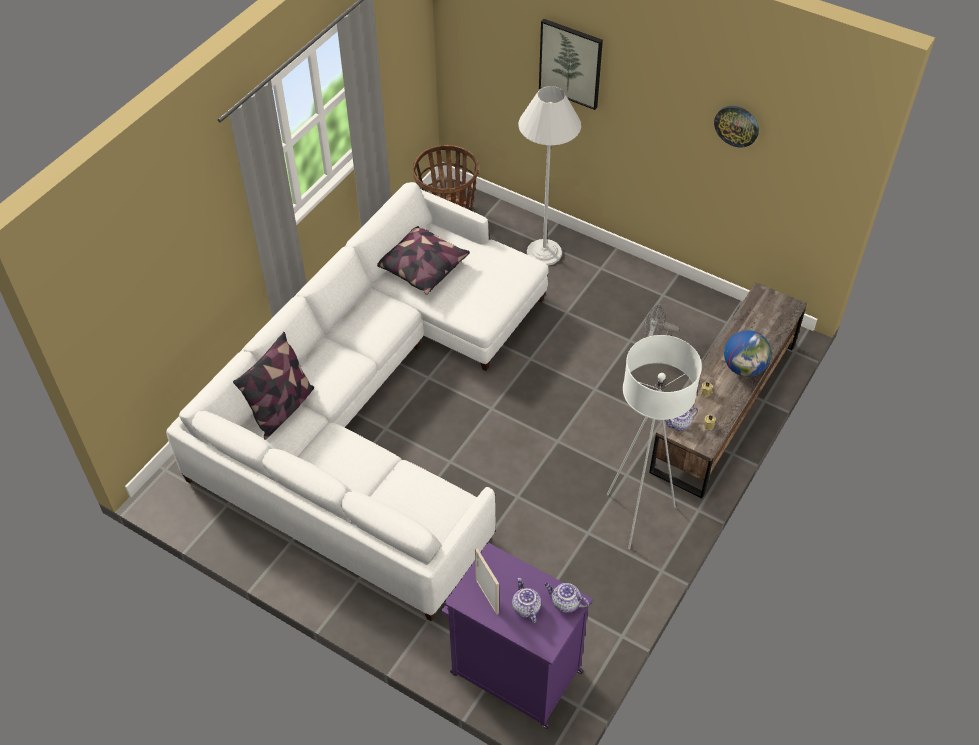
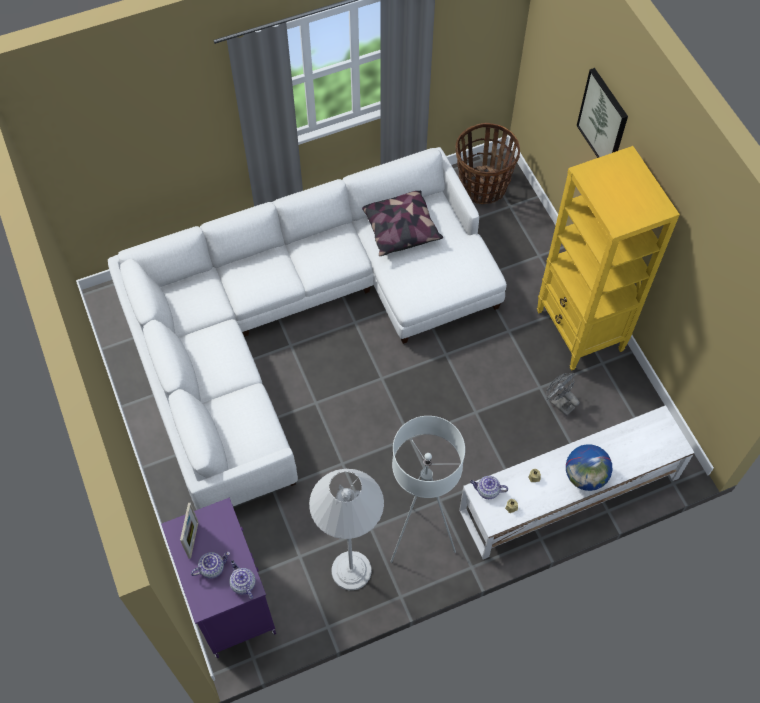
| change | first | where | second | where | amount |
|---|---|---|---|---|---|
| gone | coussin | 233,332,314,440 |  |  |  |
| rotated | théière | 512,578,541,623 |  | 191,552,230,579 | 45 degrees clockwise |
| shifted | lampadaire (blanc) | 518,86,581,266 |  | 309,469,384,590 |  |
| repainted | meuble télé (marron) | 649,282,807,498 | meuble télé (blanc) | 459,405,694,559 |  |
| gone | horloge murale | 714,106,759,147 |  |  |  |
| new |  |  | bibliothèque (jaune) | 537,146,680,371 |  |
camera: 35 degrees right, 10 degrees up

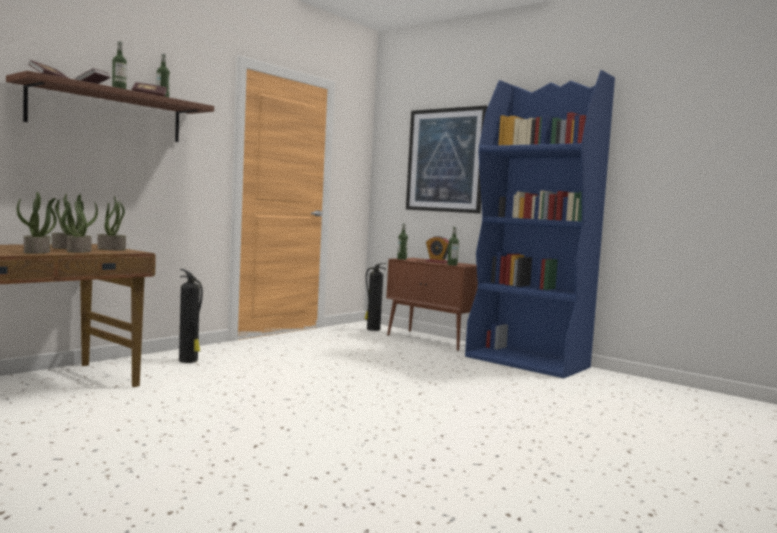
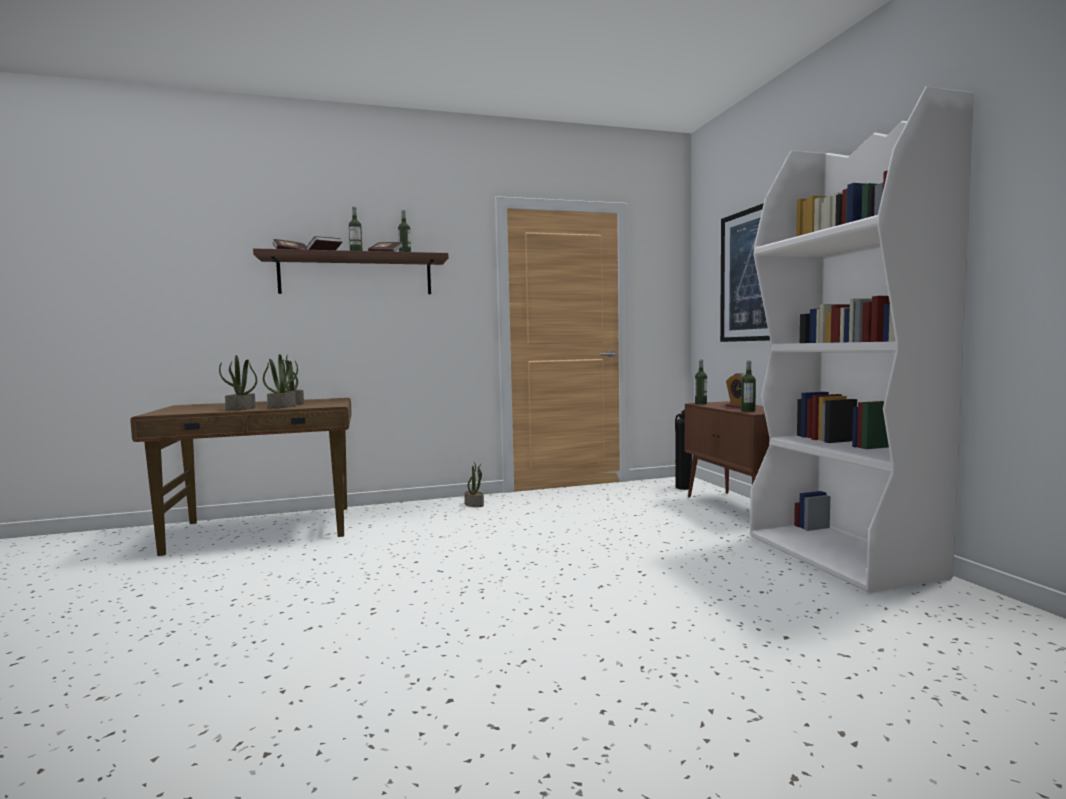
| change | first | where | second | where | amount |
|---|---|---|---|---|---|
| shifted | plante en pot | 97,196,126,251 |  | 464,462,484,507 |  |
| gone | extincteur | 179,269,203,363 |  |  |  |
| repainted | bibliothèque (bleu) | 465,70,615,378 | bibliothèque (blanc) | 750,86,974,593 |  |
camera: 35 degrees right, 0 degrees up

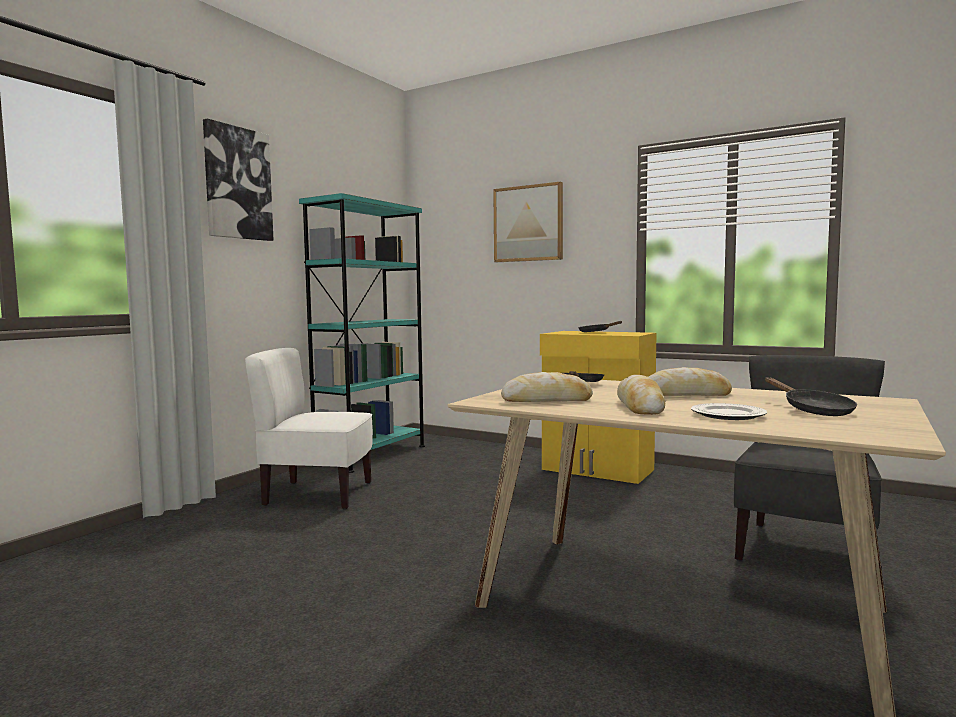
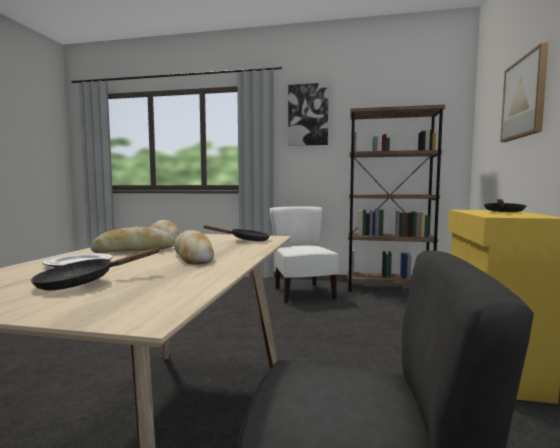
| change | first | where | second | where | amount |
|---|---|---|---|---|---|
| repainted | bibliothèque (turquoise) | 299,193,425,473 | bibliothèque (marron) | 347,105,445,292 |  |
camera: 70 degrees right, 0 degrees up

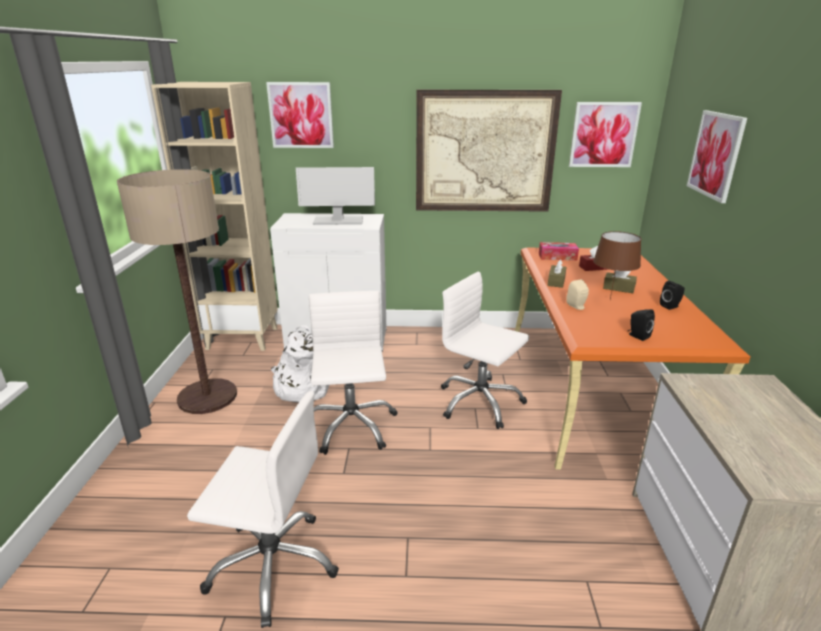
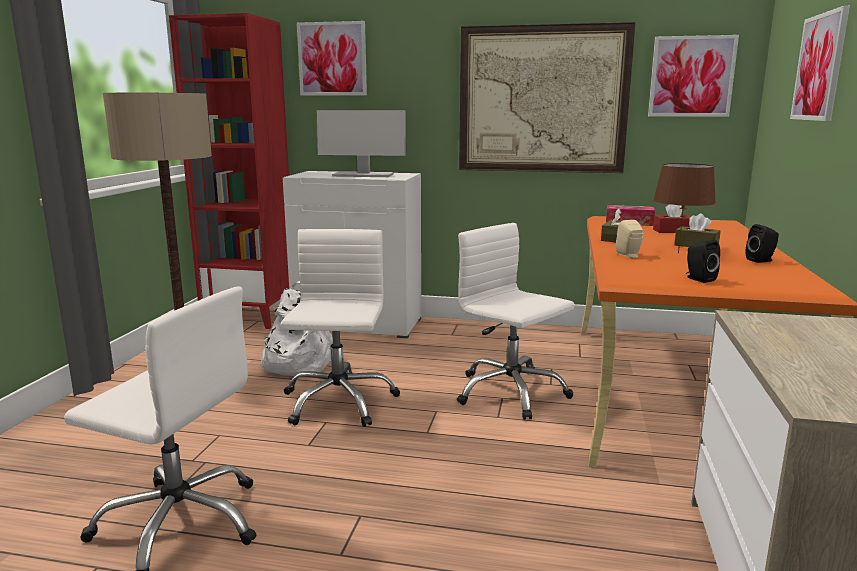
| change | first | where | second | where | amount |
|---|---|---|---|---|---|
| repainted | bibliothèque (beige) | 151,82,278,351 | bibliothèque (rouge) | 169,13,289,329 |  |
camera: 10 degrees right, 10 degrees down

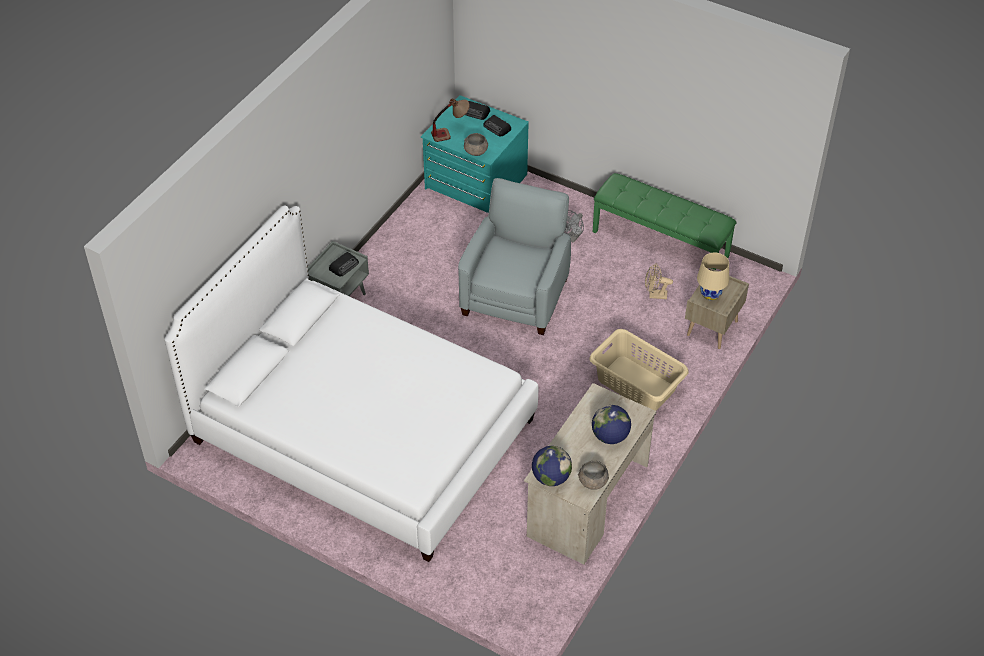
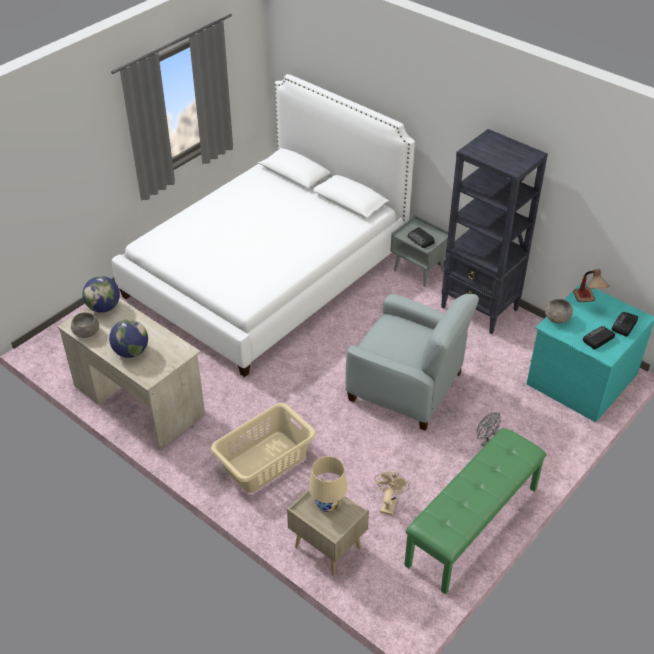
| change | first | where | second | where | amount |
|---|---|---|---|---|---|
| new |  |  | bibliothèque (noir) | 441,129,548,334 |  |
camera: 100 degrees right, 5 degrees down

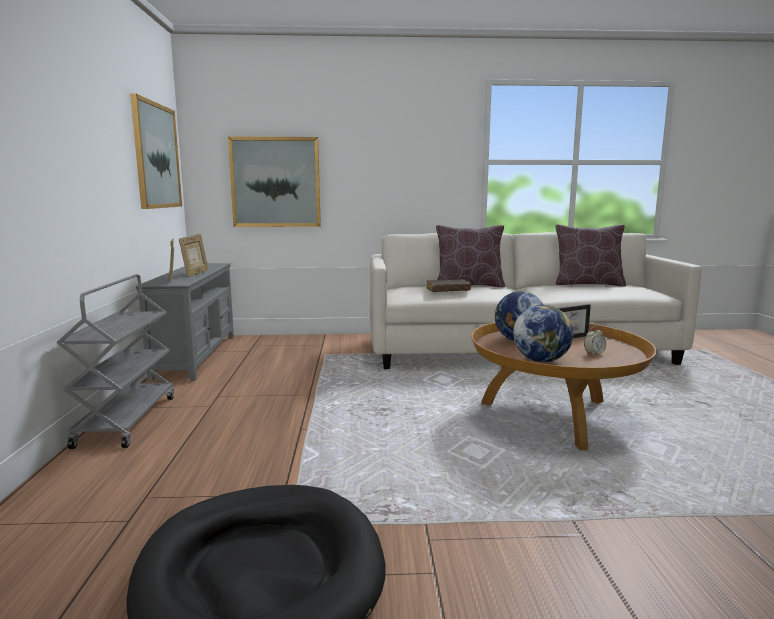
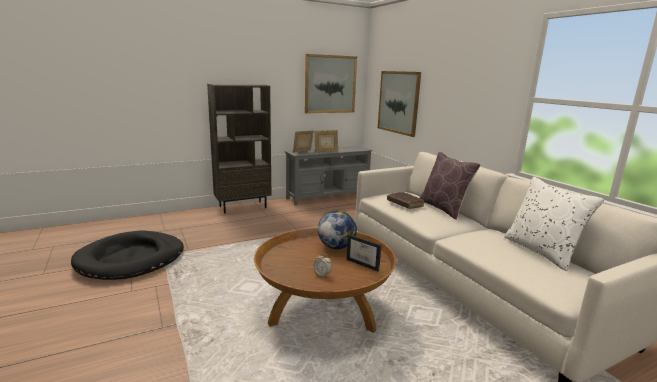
| change | first | where | second | where | amount |
|---|---|---|---|---|---|
| swapped | chariot (gris) | 56,274,174,449 | bibliothèque (marron) | 207,84,271,214 |  |
| gone | globe | 513,305,573,362 |  |  |  |
| repainted | coussin (marron) | 555,225,626,287 | coussin (blanc) | 504,177,604,271 |  |
camera: 65 degrees right, 5 degrees up

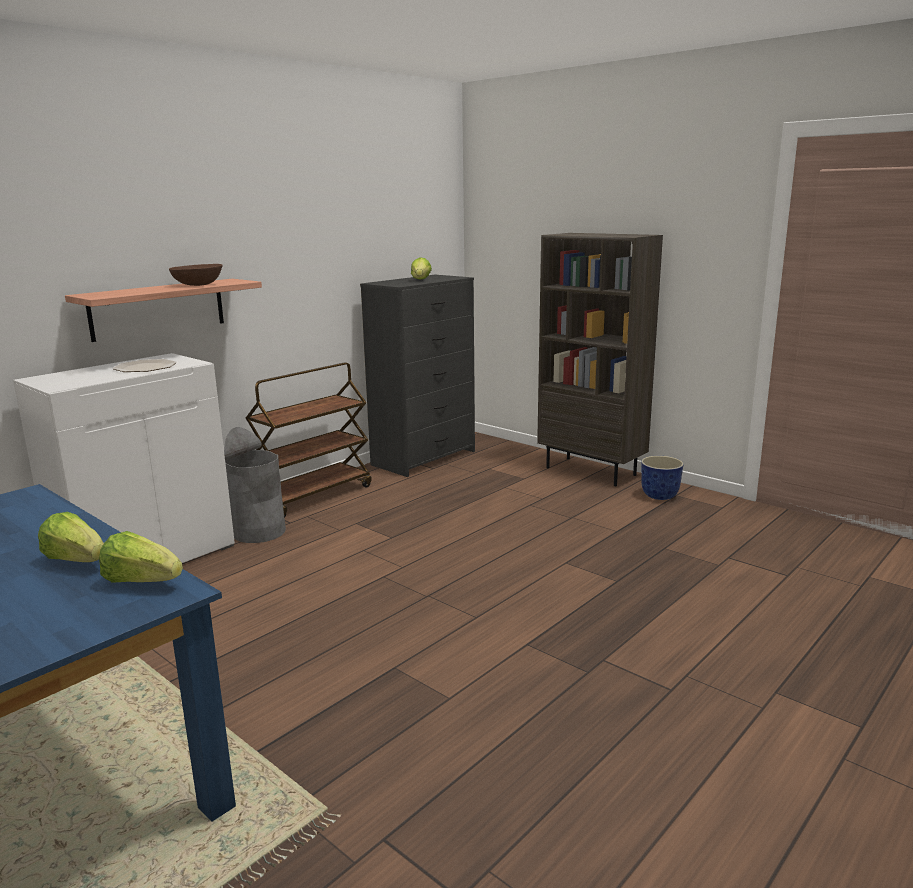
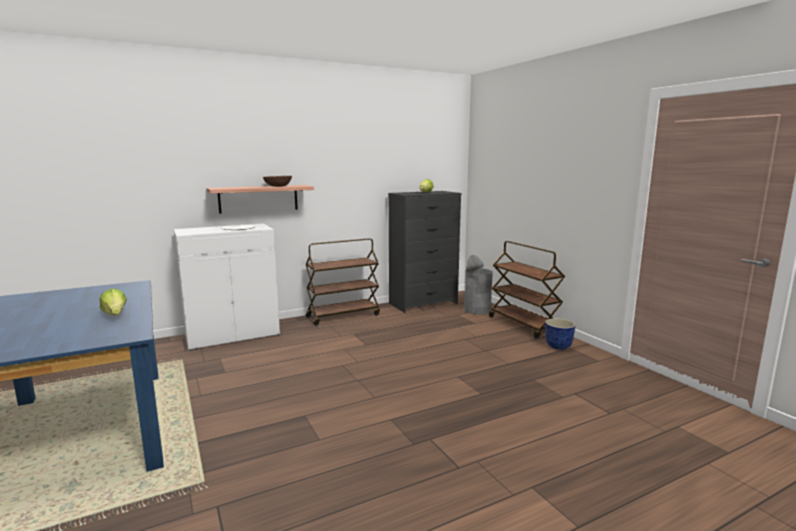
| change | first | where | second | where | amount |
|---|---|---|---|---|---|
| gone | laitue | 99,531,183,583 |  |  |  |
| shifted | poubelle (gris) | 224,427,286,543 |  | 464,255,493,315 |  |
| swapped | bibliothèque (marron) | 537,233,663,486 | chariot (marron) | 489,241,565,339 |  |
camera: 20 degrees right, 5 degrees down

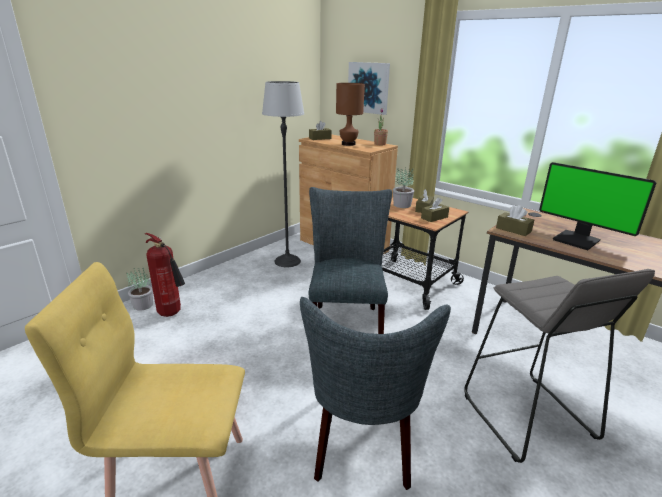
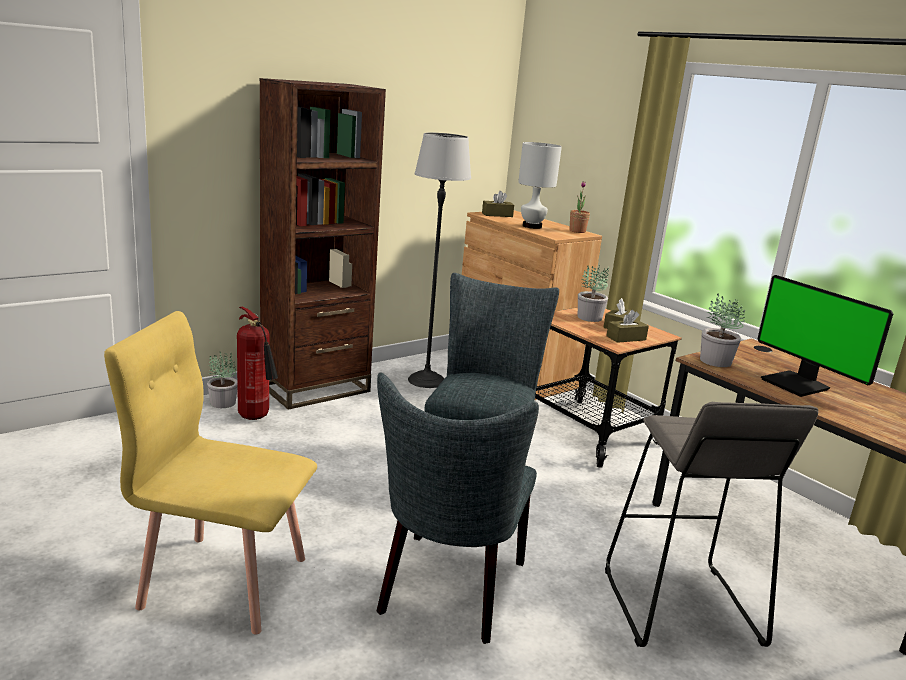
| change | first | where | second | where | amount |
|---|---|---|---|---|---|
| repainted | lampe de table (marron) | 336,83,365,146 | lampe de table (blanc) | 518,142,562,229 |  |
| gone | tableau | 348,62,390,115 |  |  |  |
| swapped | boîte à mouchoirs (marron) | 496,205,534,236 | plante en pot | 700,293,745,367 |  |
| new |  |  | bibliothèque (marron) | 260,78,386,410 |  |
camera: 10 degrees right, 5 degrees down

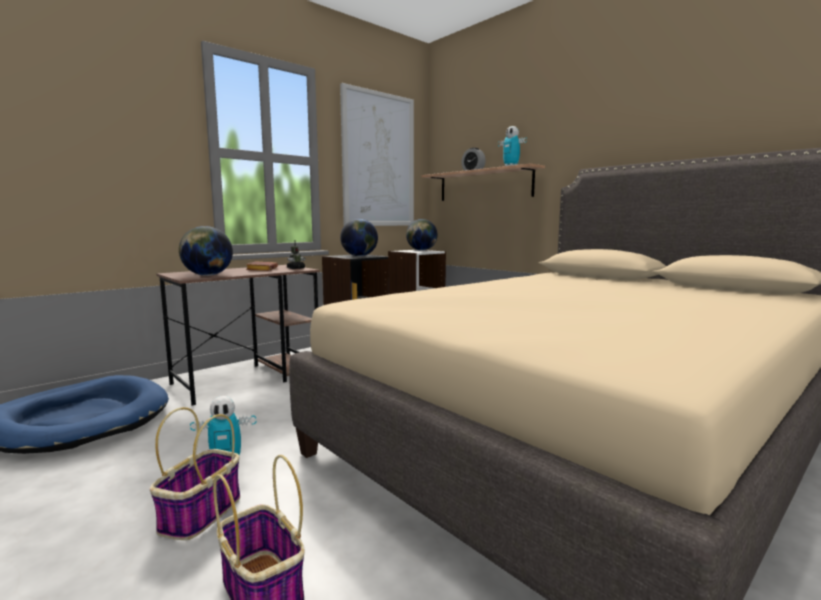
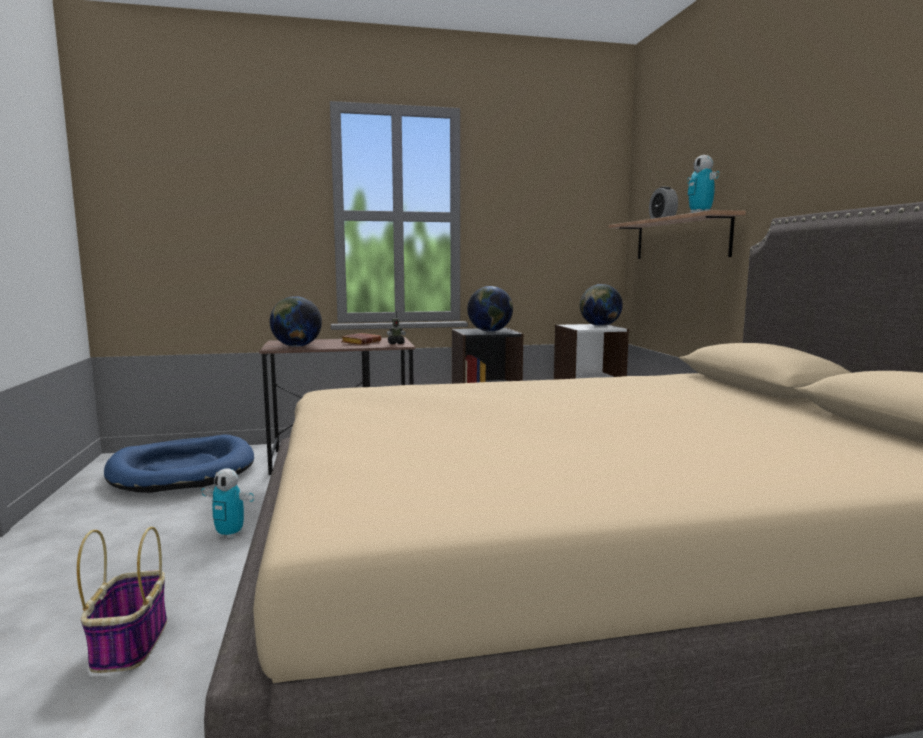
| change | first | where | second | where | amount |
|---|---|---|---|---|---|
| gone | panier | 150,407,240,540 |  |  |  |
| gone | tableau | 340,83,414,226 |  |  |  |
camera: 30 degrees right, 0 degrees up

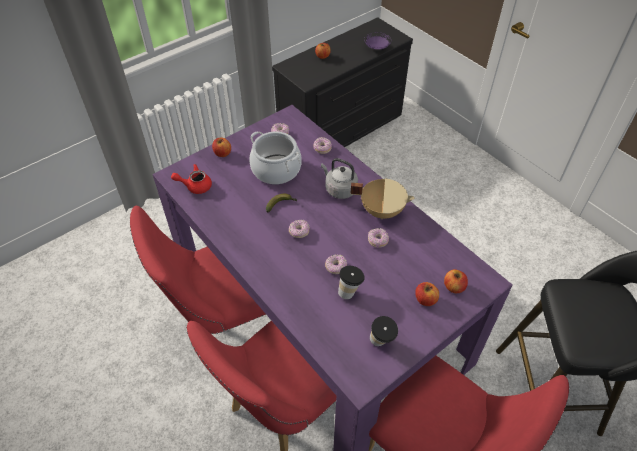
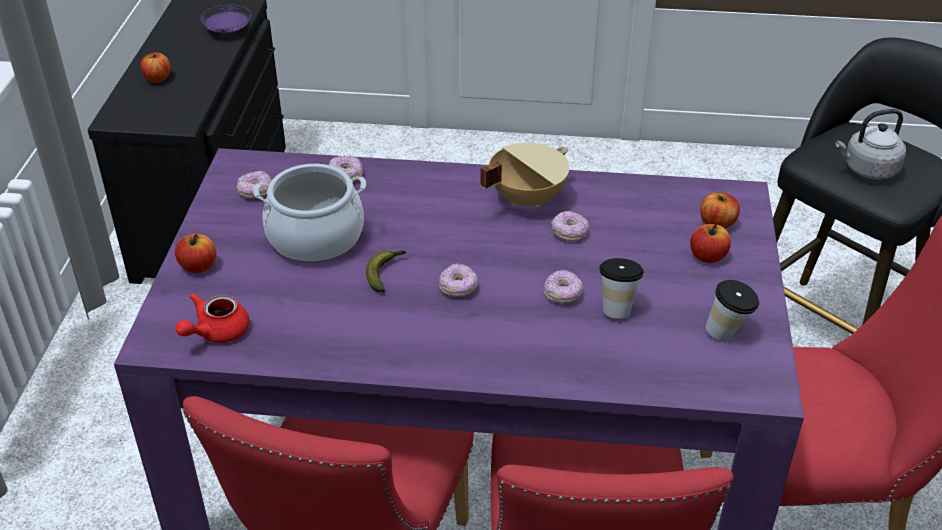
| change | first | where | second | where | amount |
|---|---|---|---|---|---|
| shifted | bouilloire (gris) | 321,158,358,199 |  | 835,109,906,180 |  |
camera: 45 degrees left, 10 degrees down

